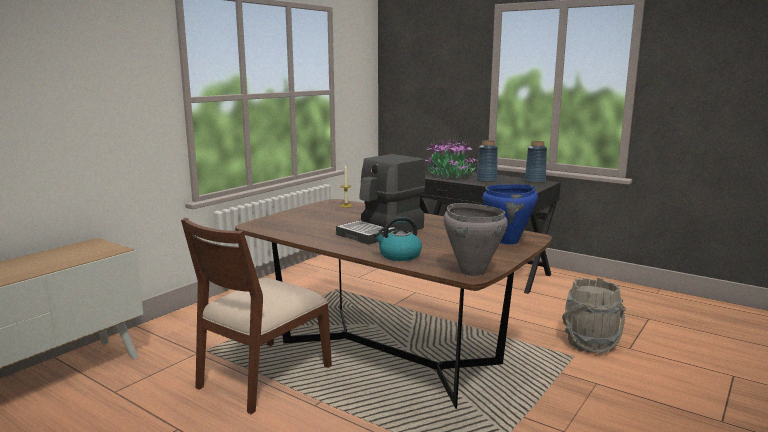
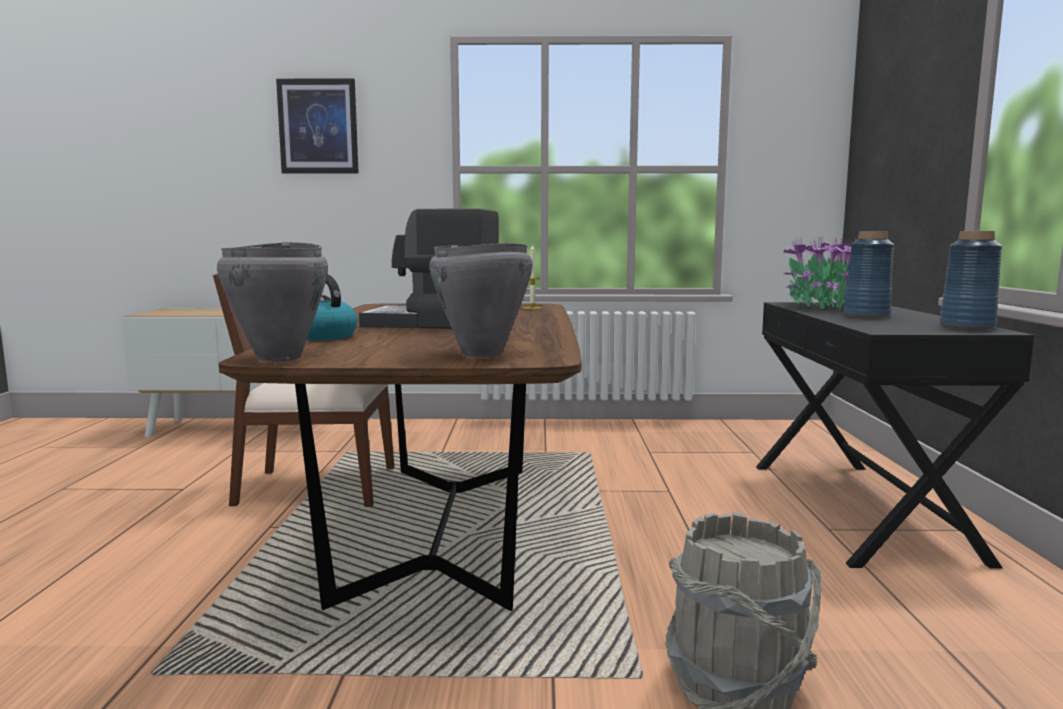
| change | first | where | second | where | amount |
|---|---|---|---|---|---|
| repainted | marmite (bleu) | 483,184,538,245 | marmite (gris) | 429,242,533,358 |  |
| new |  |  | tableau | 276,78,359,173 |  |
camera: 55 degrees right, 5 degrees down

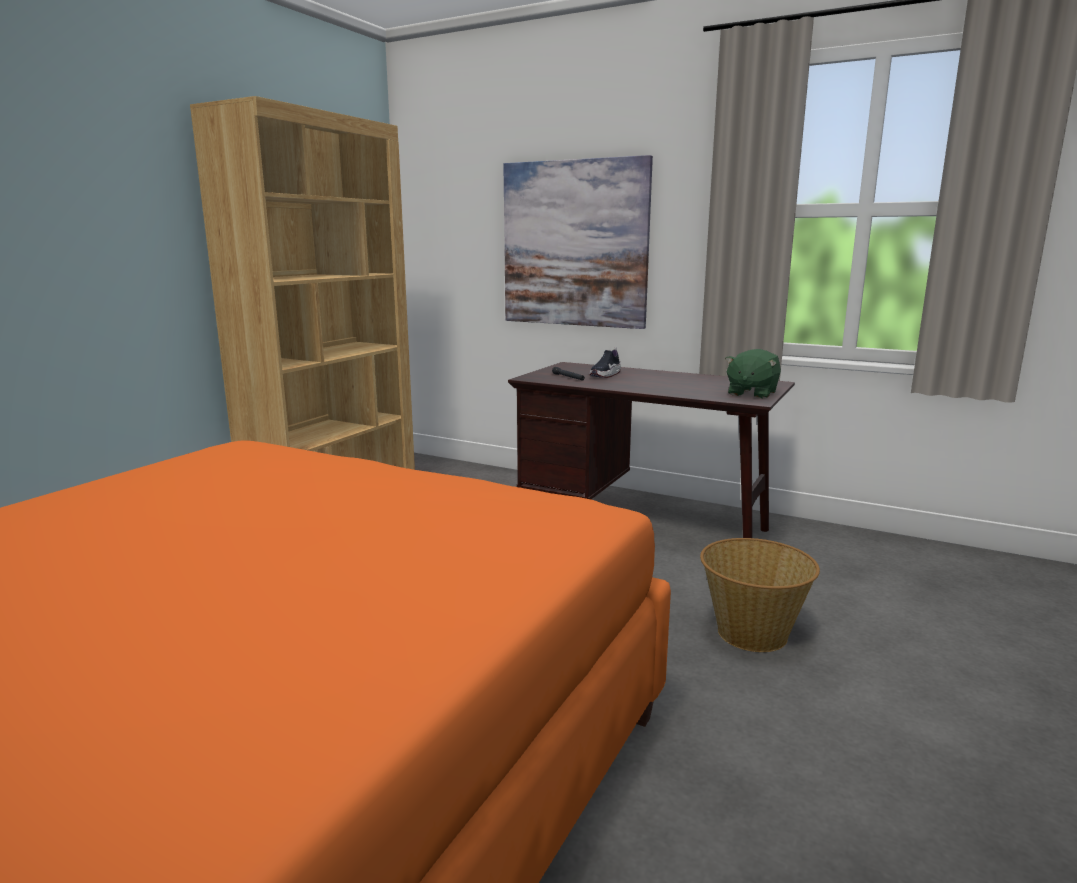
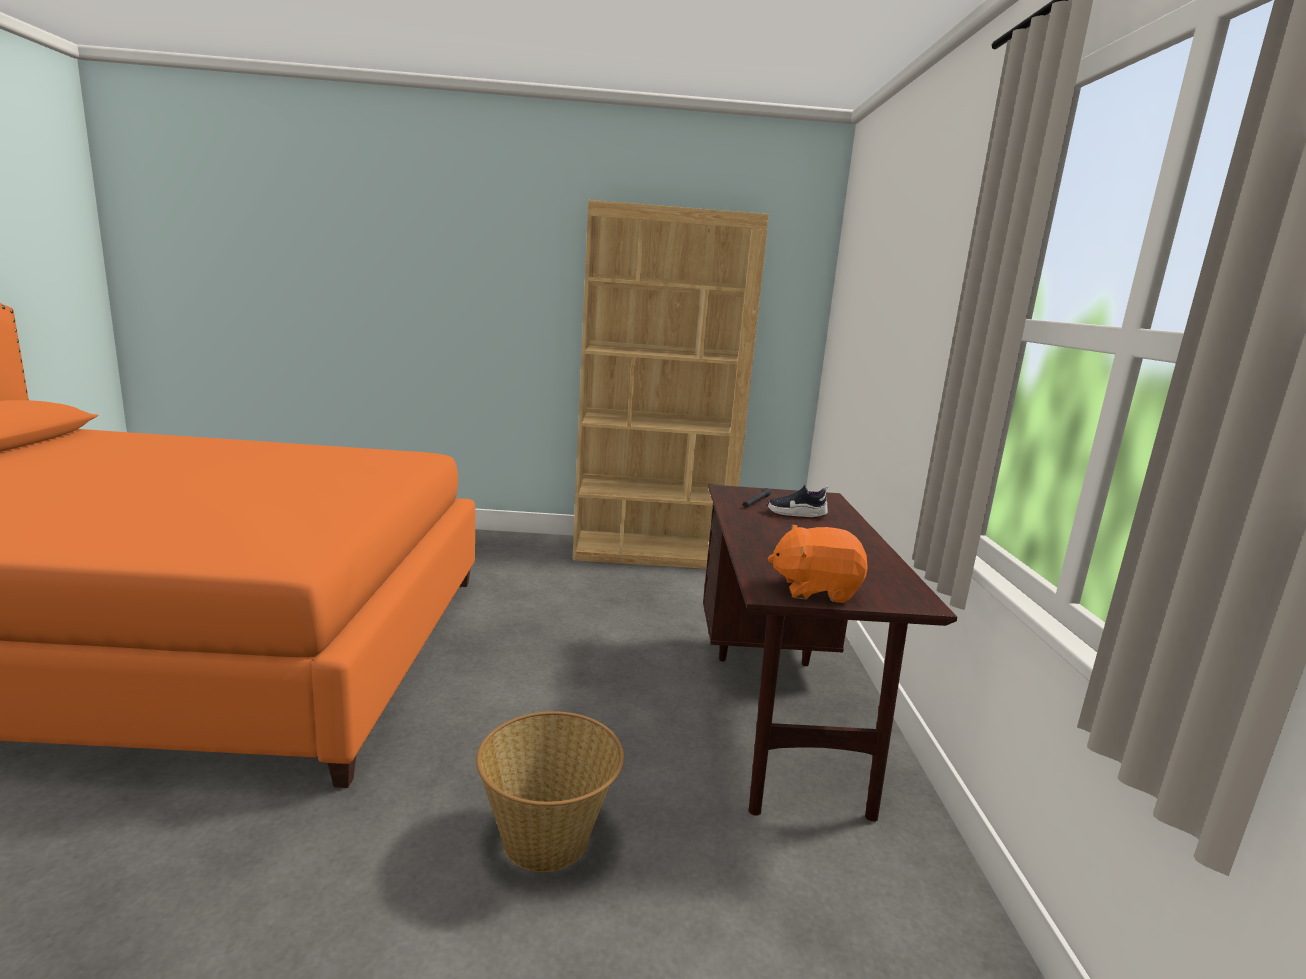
| change | first | where | second | where | amount |
|---|---|---|---|---|---|
| gone | tableau | 503,155,653,329 |  |  |  |
| repainted | peluche (vert) | 725,349,781,399 | peluche (orange) | 767,525,868,603 |  |
camera: 60 degrees right, 0 degrees up

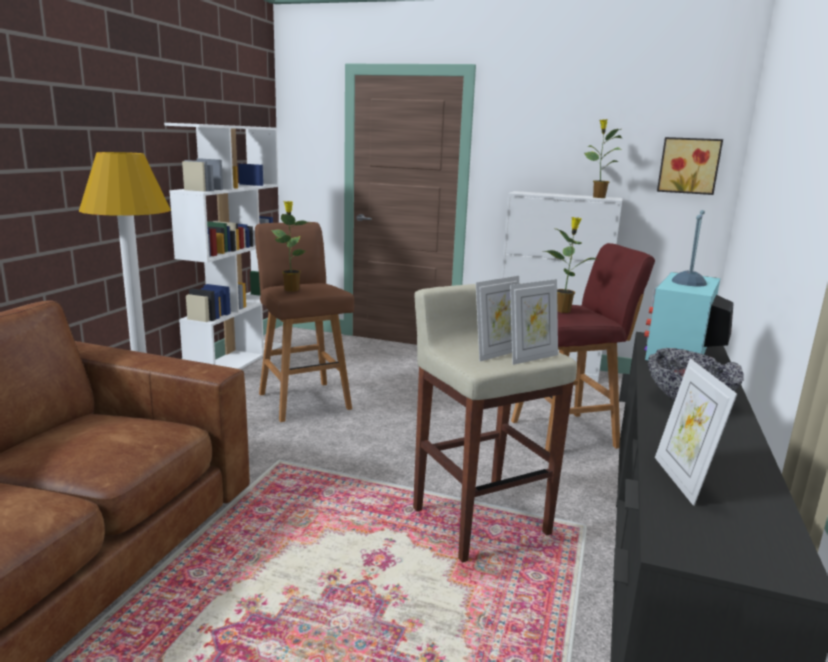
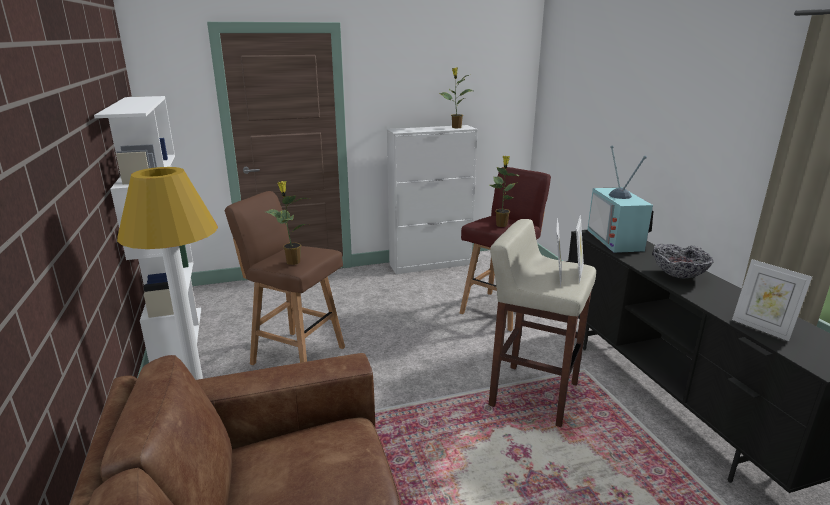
| change | first | where | second | where | amount |
|---|---|---|---|---|---|
| gone | tableau | 657,137,723,195 |  |  |  |
camera: 35 degrees left, 5 degrees up

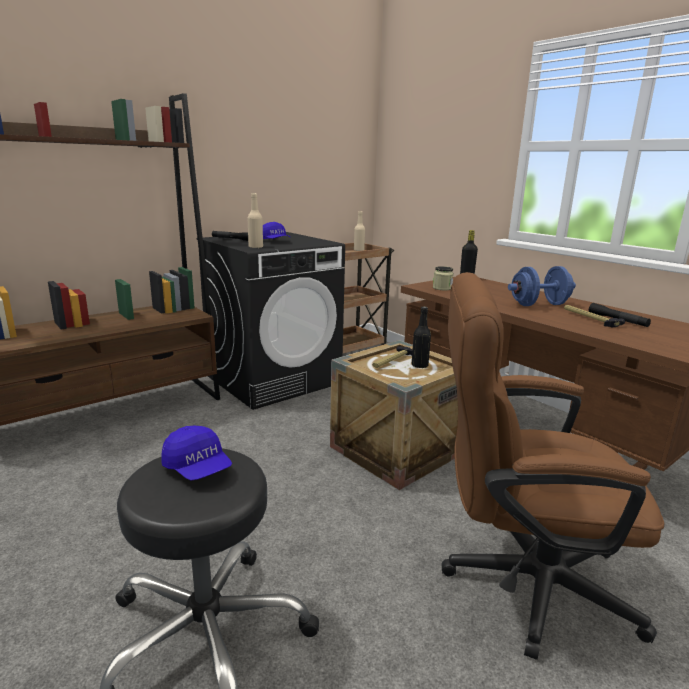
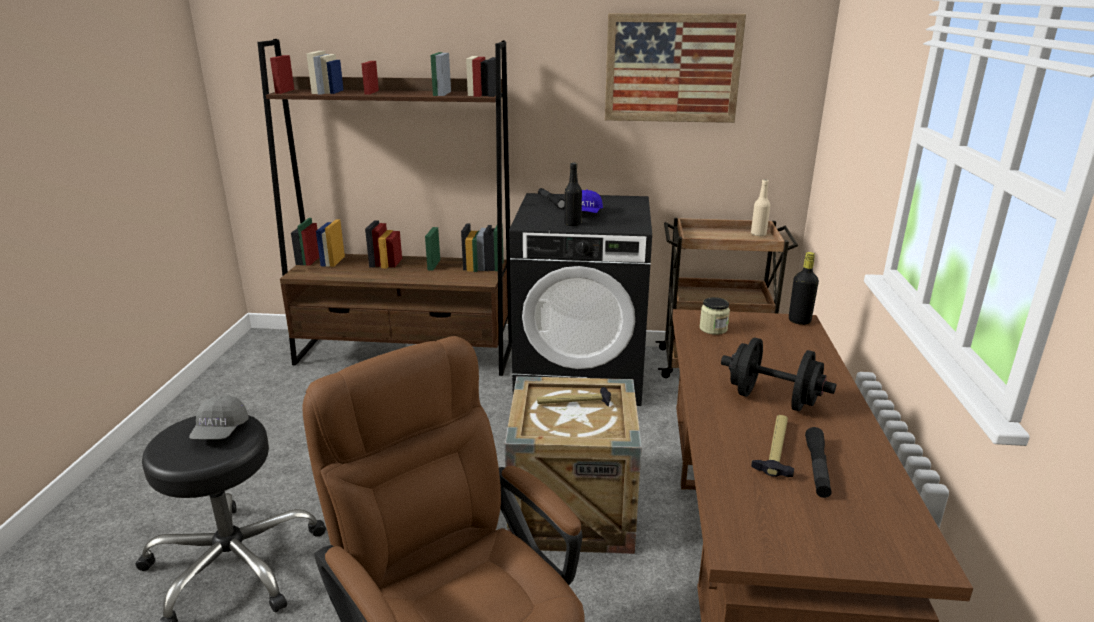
| change | first | where | second | where | amount |
|---|---|---|---|---|---|
| repainted | casquette (bleu) | 161,426,232,480 | casquette (gris) | 189,395,249,439 |  |
| gone | bouteille (beige) | 248,193,263,248 |  |  |  |
| shifted | bouteille (noir) | 412,306,431,368 |  | 564,162,582,226 |  |
| repainted | haltère (bleu) | 508,266,576,306 | haltère (noir) | 721,338,836,411 |  |
| new |  |  | tableau | 605,13,746,123 |  |
camera: 45 degrees right, 5 degrees up

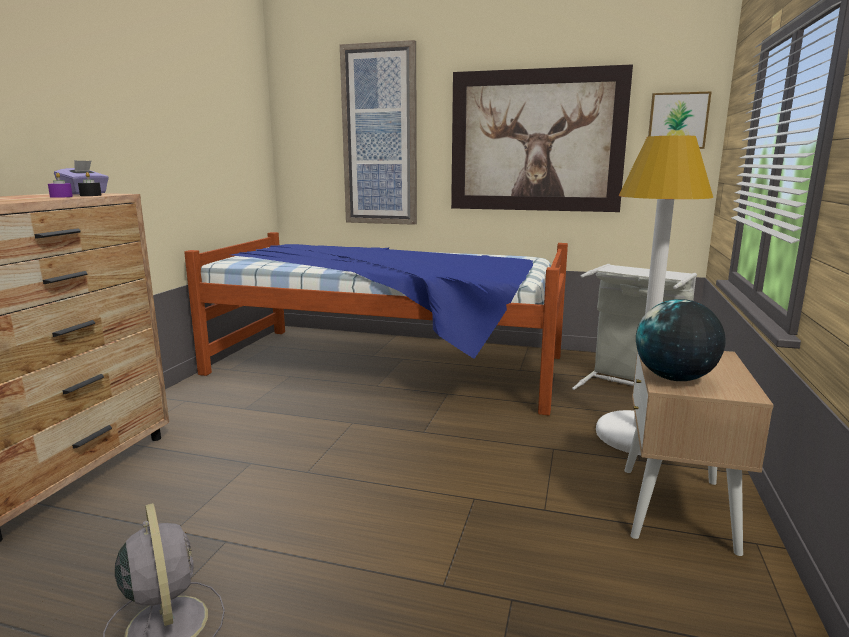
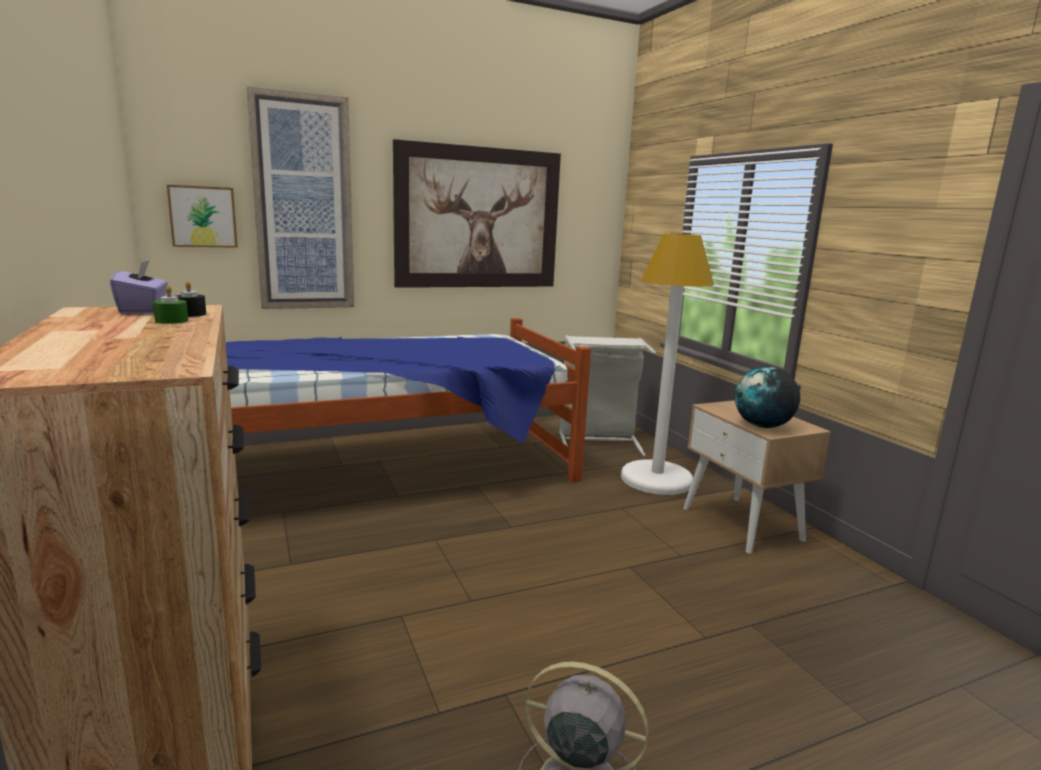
| change | first | where | second | where | amount |
|---|---|---|---|---|---|
| repainted | bougie (violet) | 48,173,73,198 | bougie (vert) | 153,286,188,324 |  |
| shifted | tableau | 648,91,712,149 |  | 167,185,238,248 |  |
camera: 40 degrees left, 0 degrees up

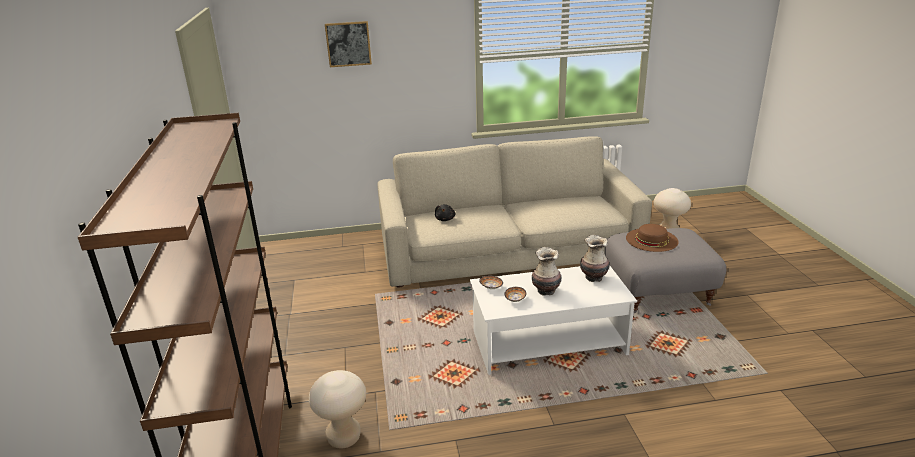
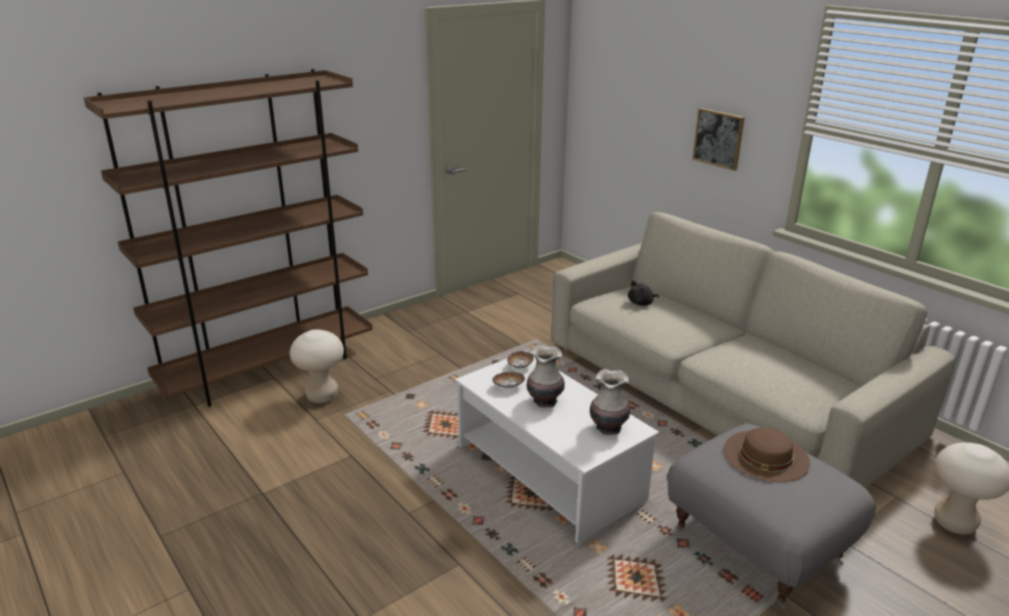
| change | first | where | second | where | amount |
|---|---|---|---|---|---|
| shifted | tableau | 325,21,372,67 |  | 693,108,745,171 |  |
camera: 60 degrees right, 0 degrees up

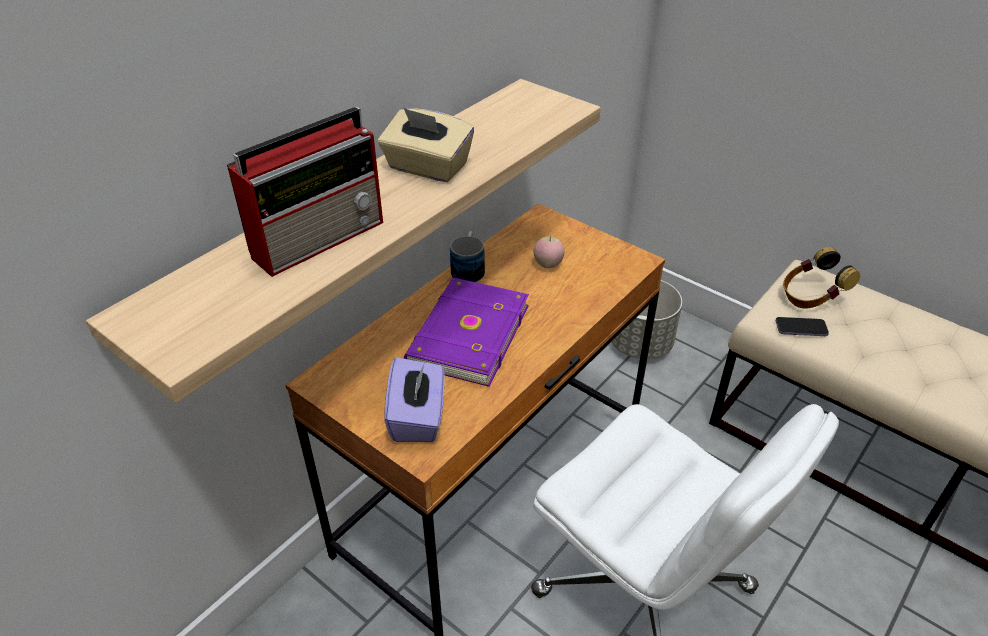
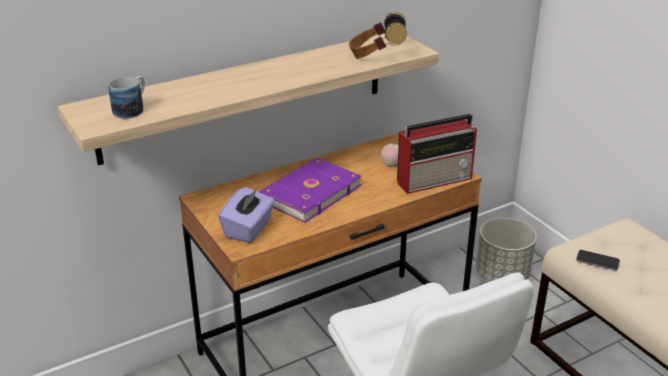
| change | first | where | second | where | amount |
|---|---|---|---|---|---|
| shifted | radio | 227,107,383,277 |  | 397,114,477,194 |  |
| gone | boîte à mouchoirs (beige) | 378,108,474,182 |  |  |  |
| shifted | mug | 450,231,485,282 |  | 108,76,145,119 |  |
| shifted | casque audio | 783,247,860,309 |  | 349,12,407,59 |  |
camera: 20 degrees right, 10 degrees down

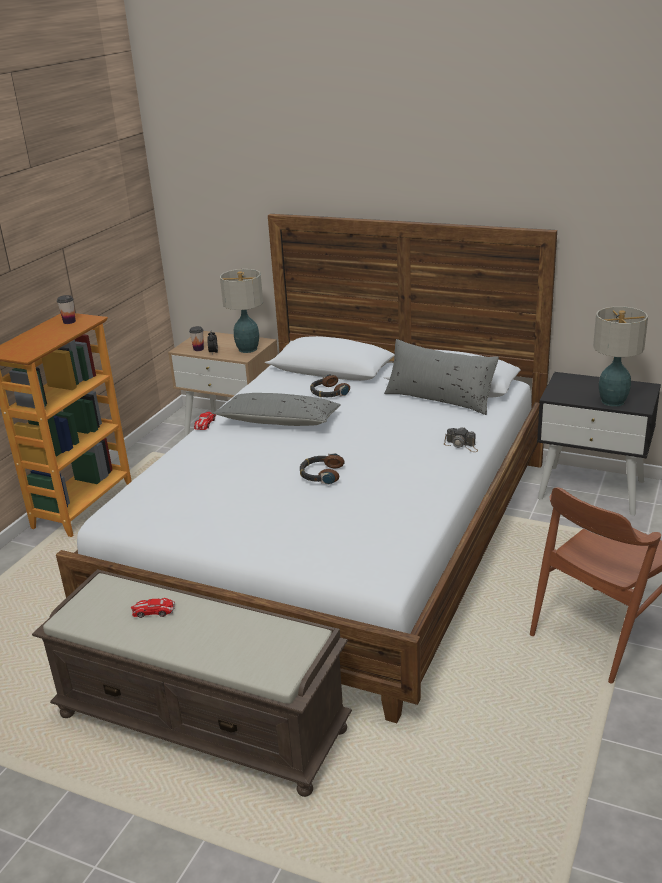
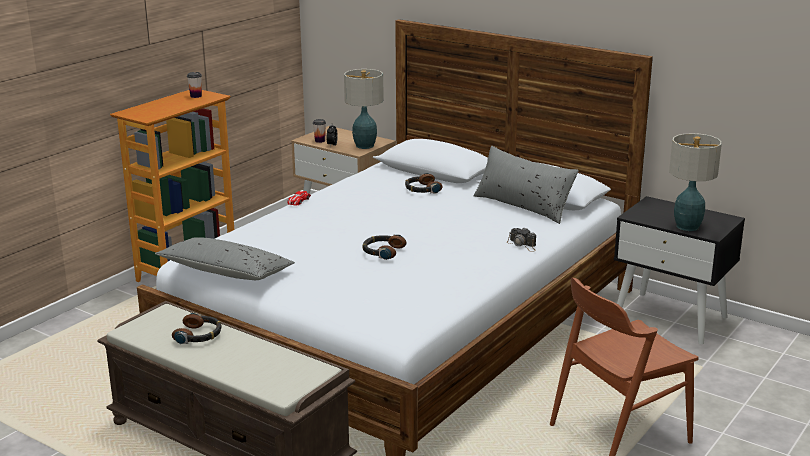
| change | first | where | second | where | amount |
|---|---|---|---|---|---|
| swapped | petite voiture | 131,598,175,618 | casque audio | 172,313,222,344 |  |
| shifted | coussin (gris) | 213,393,341,426 |  | 155,237,295,280 |  |
camera: 10 degrees right, 5 degrees down

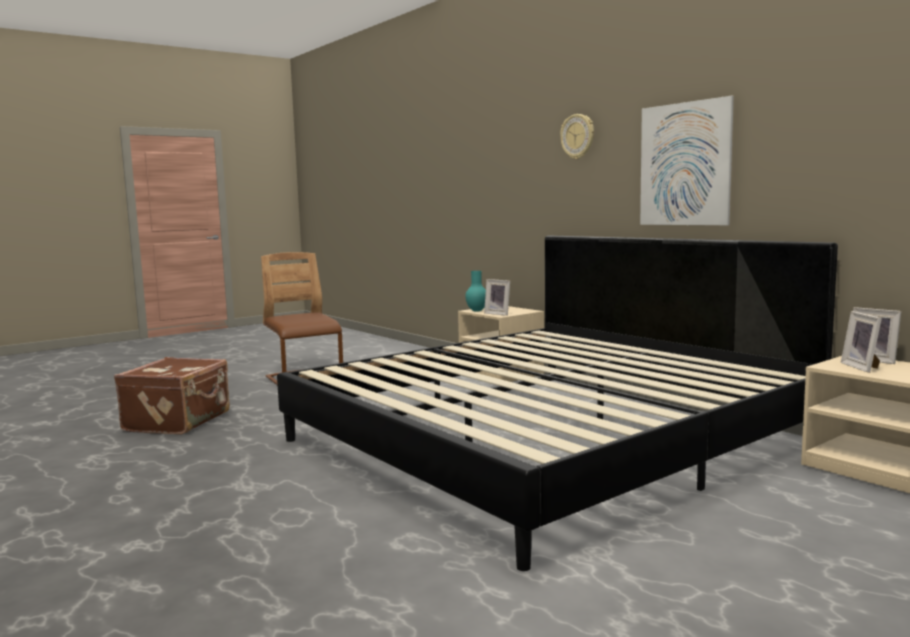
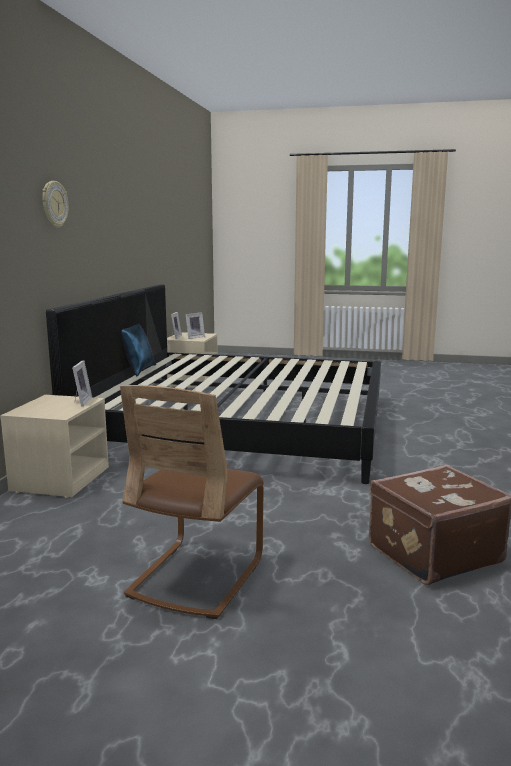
| change | first | where | second | where | amount |
|---|---|---|---|---|---|
| gone | vase (turquoise) | 465,271,486,312 |  |  |  |
| gone | tableau | 640,96,734,225 |  |  |  |
| new |  |  | coussin (bleu) | 122,324,156,377 |  |
camera: 130 degrees left, 5 degrees up

